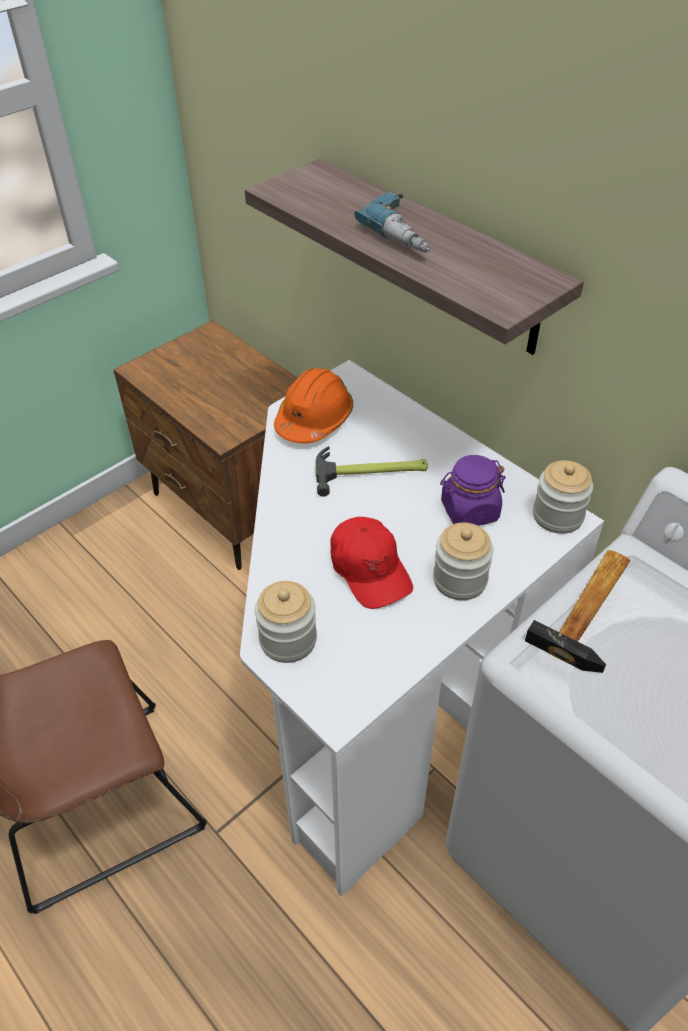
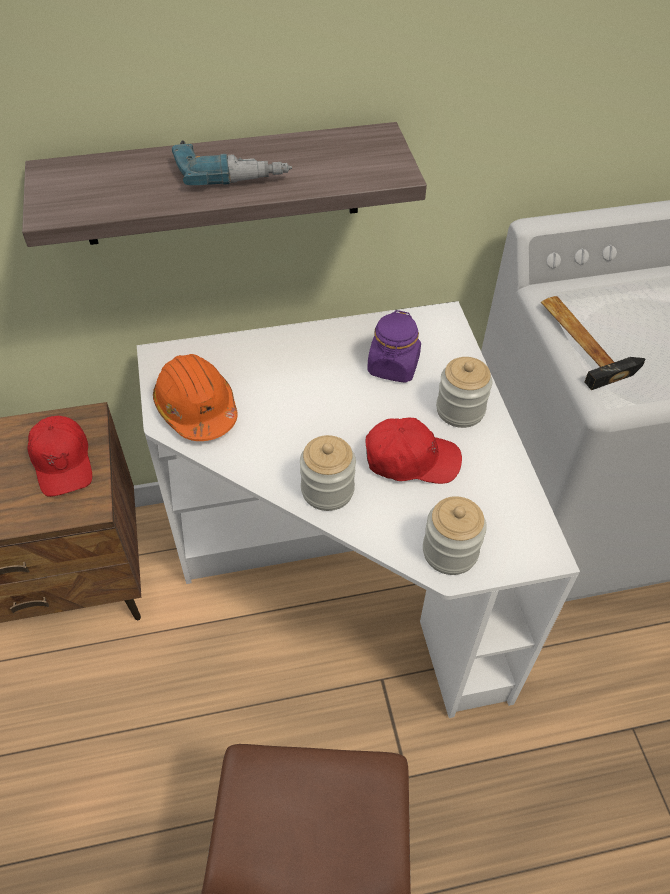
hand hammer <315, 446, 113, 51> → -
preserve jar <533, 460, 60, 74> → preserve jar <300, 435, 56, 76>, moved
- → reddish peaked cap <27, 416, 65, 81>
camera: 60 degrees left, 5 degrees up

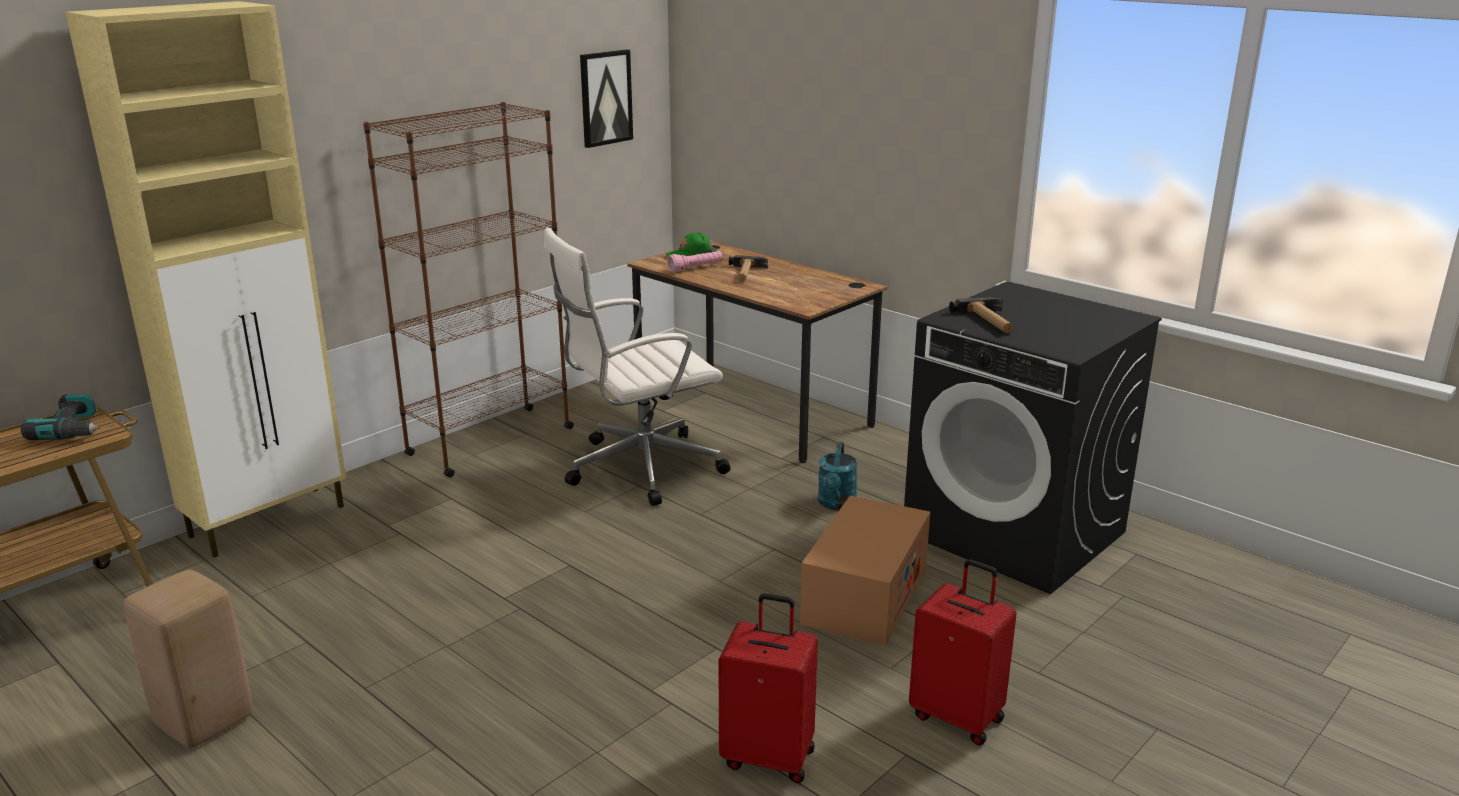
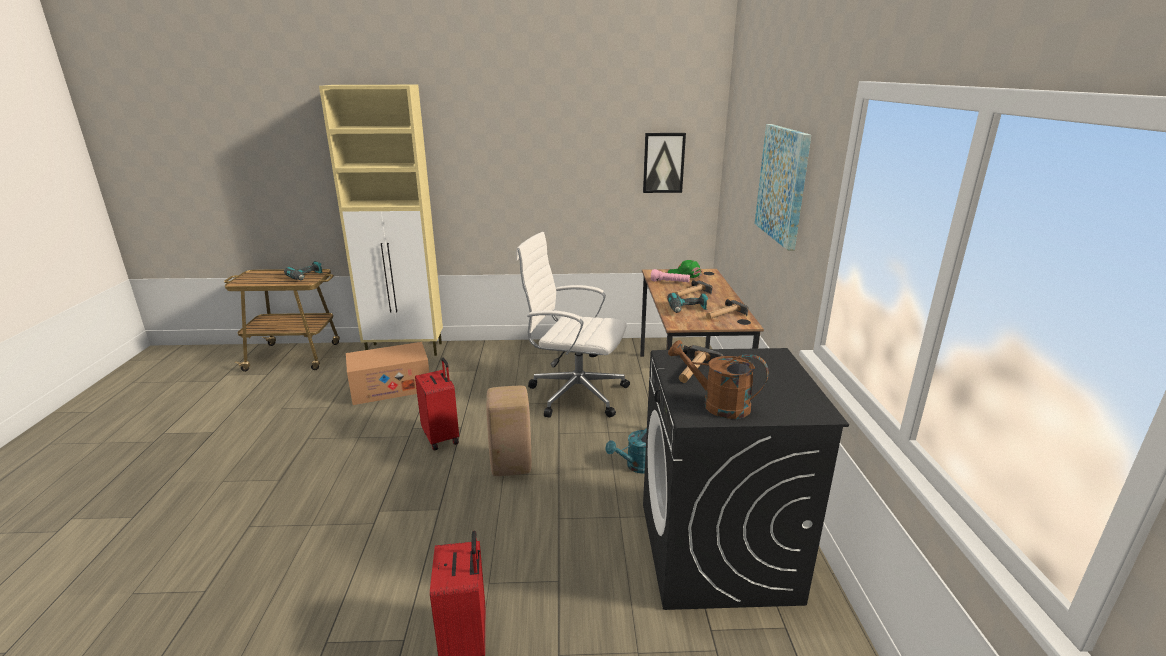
brown bookshelf <363, 102, 211, 375> → -
cardboard box <800, 496, 130, 150> → cardboard box <346, 342, 83, 63>, moved
beige sitting stool <124, 570, 129, 178> → beige sitting stool <486, 386, 45, 90>, moved
reddish suitcase <718, 593, 100, 190> → reddish suitcase <415, 358, 44, 92>, moved
- → wall picture <755, 124, 56, 127>
- → electric drill <667, 293, 41, 20>
- → hand hammer <706, 299, 43, 20>
- → brown watering can <668, 340, 101, 79>
camera: 45 degrees right, 0 degrees up

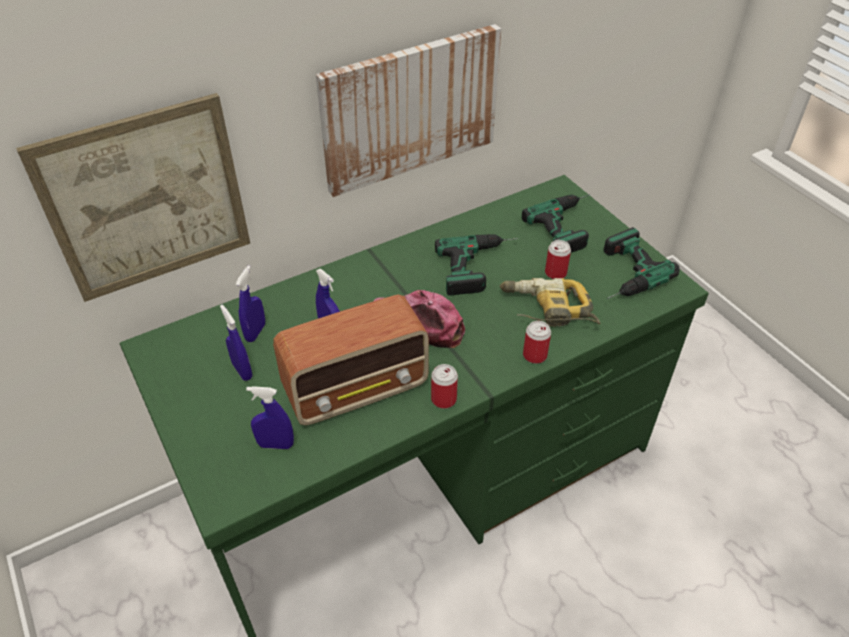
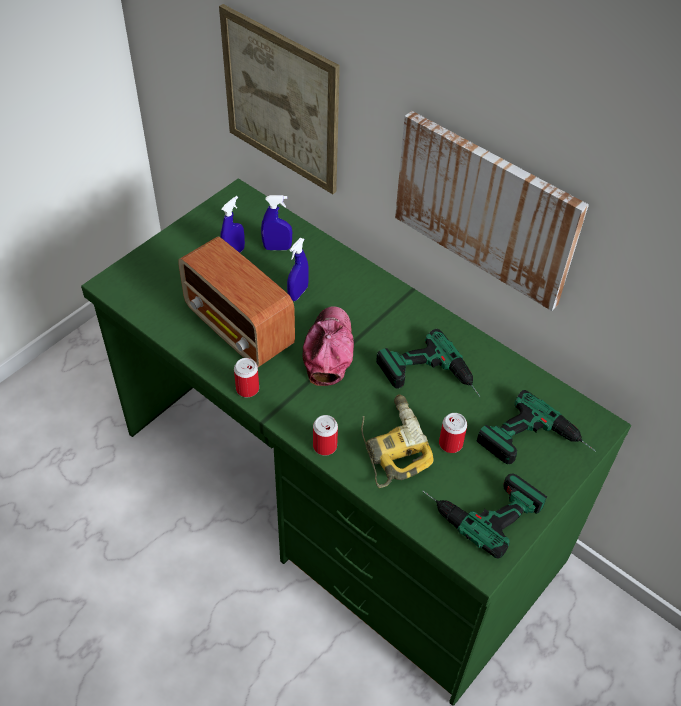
bluish sprayer <246, 386, 48, 63> → -
camera: 70 degrees right, 5 degrees up

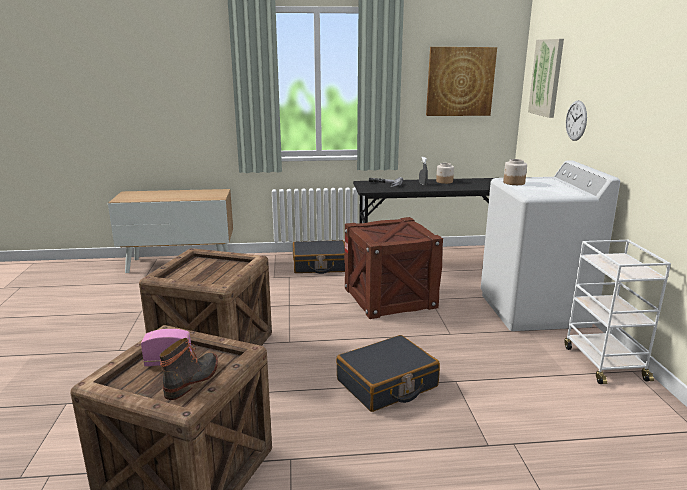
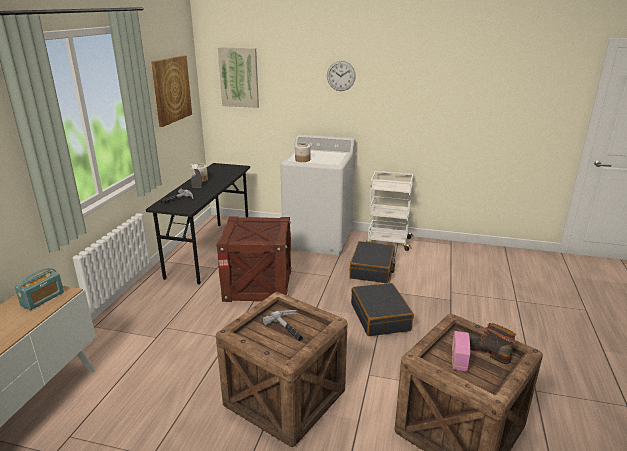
hanging clock <566, 100, 21, 41> → hanging clock <327, 61, 29, 30>, moved
blackish suitcase <293, 240, 52, 34> → blackish suitcase <349, 241, 46, 42>, moved
- → radio receiver <15, 268, 49, 42>
- → hand hammer <262, 310, 41, 31>
camera: 70 degrees left, 5 degrees up

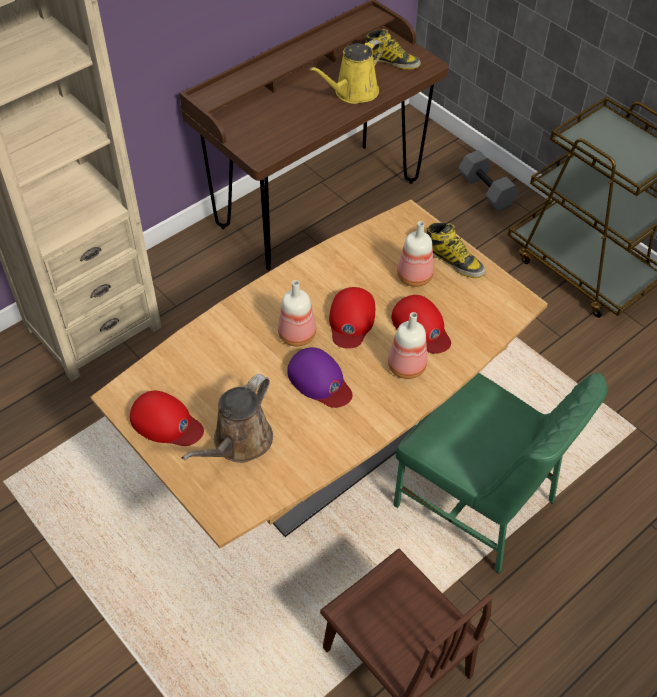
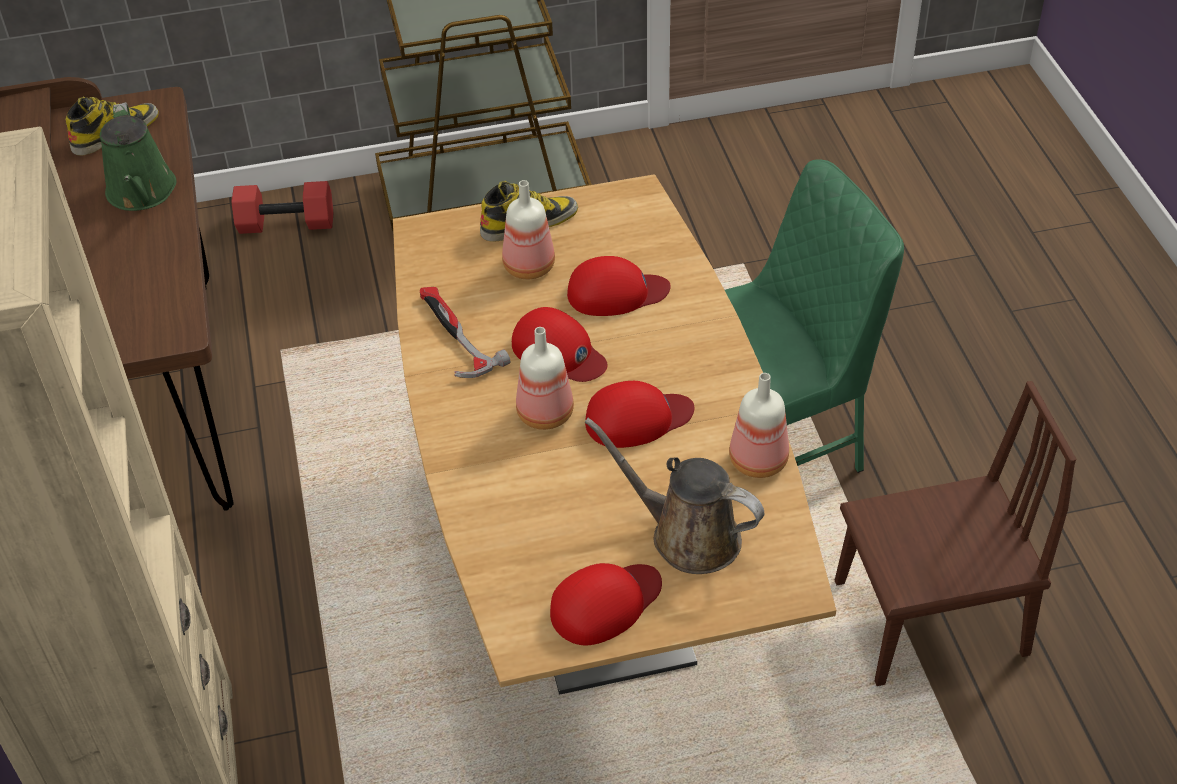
yellowish watering can <309, 40, 75, 64> → green watering can <100, 102, 76, 109>
greyish free weight <459, 150, 60, 61> → reddish free weight <231, 181, 102, 53>
drink bottle <388, 312, 39, 67> → drink bottle <729, 373, 60, 105>, moved
purple-coloured peaked cap <287, 347, 65, 61> → reddish peaked cap <585, 381, 109, 67>
brown watering can <182, 374, 91, 89> → brown watering can <585, 418, 179, 156>, 150 degrees clockwise
- → hand hammer <420, 287, 90, 91>
camera: 60 degrees left, 5 degrees down

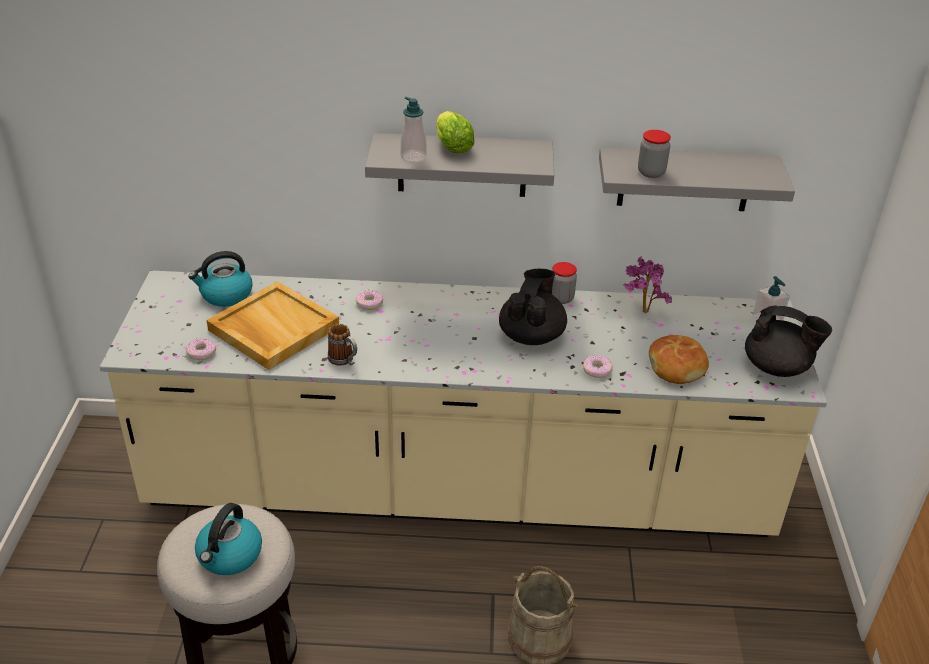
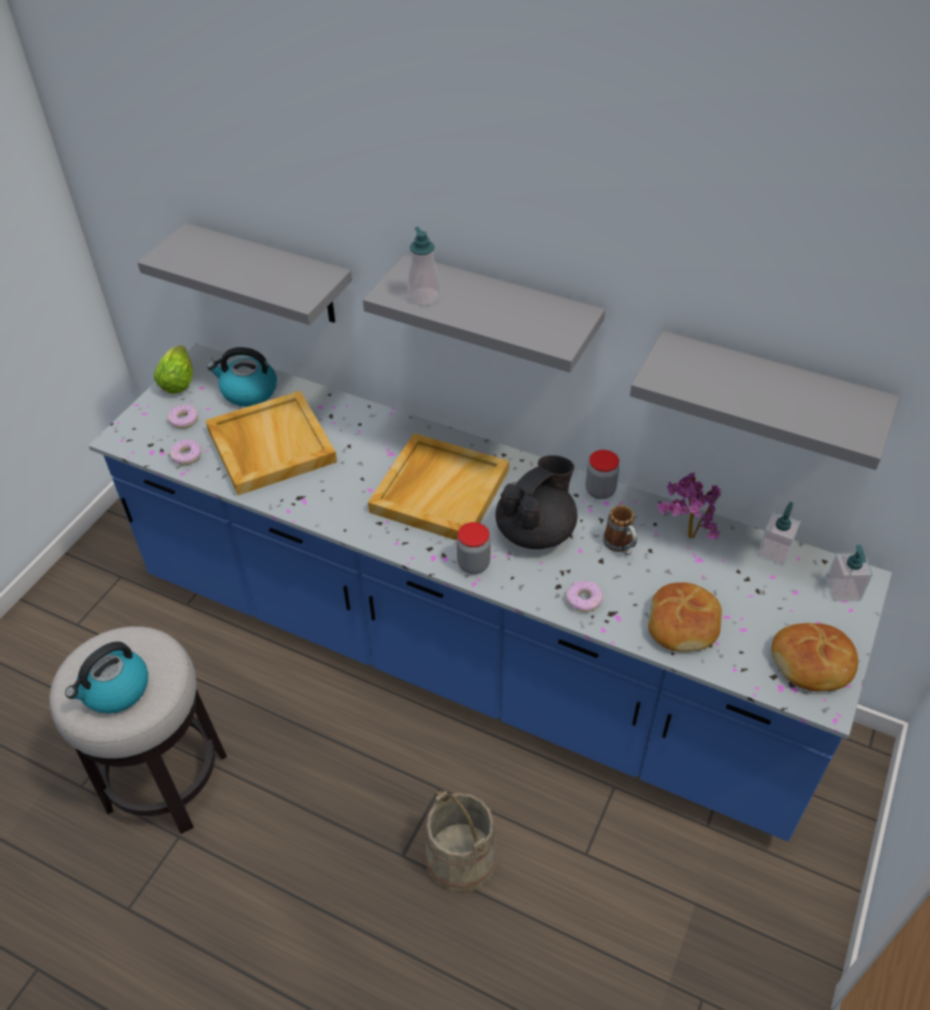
lettuce <436, 111, 38, 42> → lettuce <154, 345, 39, 49>, moved
preserve jar <638, 130, 33, 48> → preserve jar <457, 522, 34, 52>, moved
beige kitchen counter <100, 270, 727, 267> → bluish kitchen counter <88, 344, 804, 498>
donut <356, 290, 27, 20> → donut <167, 404, 31, 25>, moved
blackish tea pot <745, 305, 87, 72> → bakery bread <772, 623, 86, 68>
coffee mug <328, 324, 29, 42> → coffee mug <603, 505, 34, 50>, moved
- → greyish shelf <137, 223, 215, 102>
- → beige carrying tray <368, 433, 141, 108>
- → soap bottle <757, 502, 44, 64>
camera: 25 degrees right, 10 degrees up

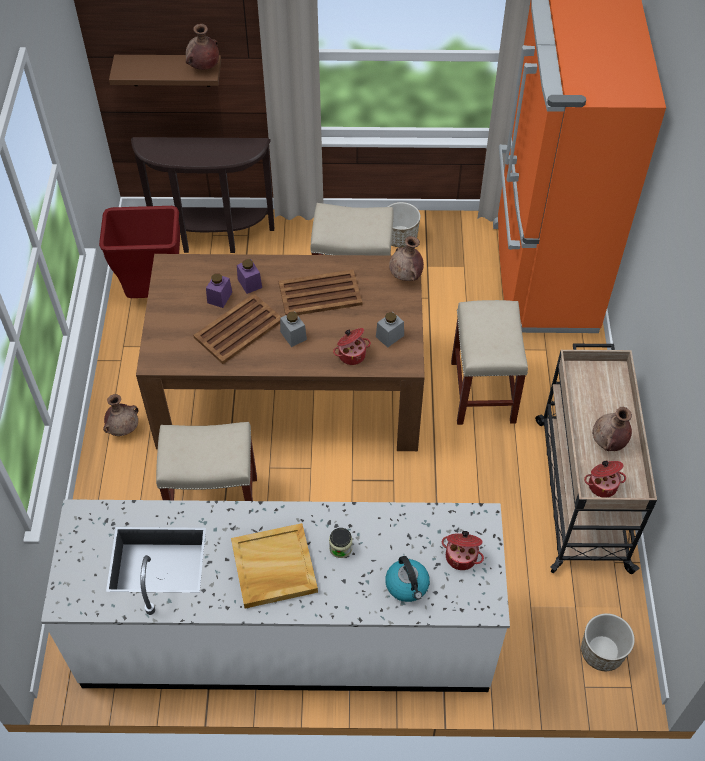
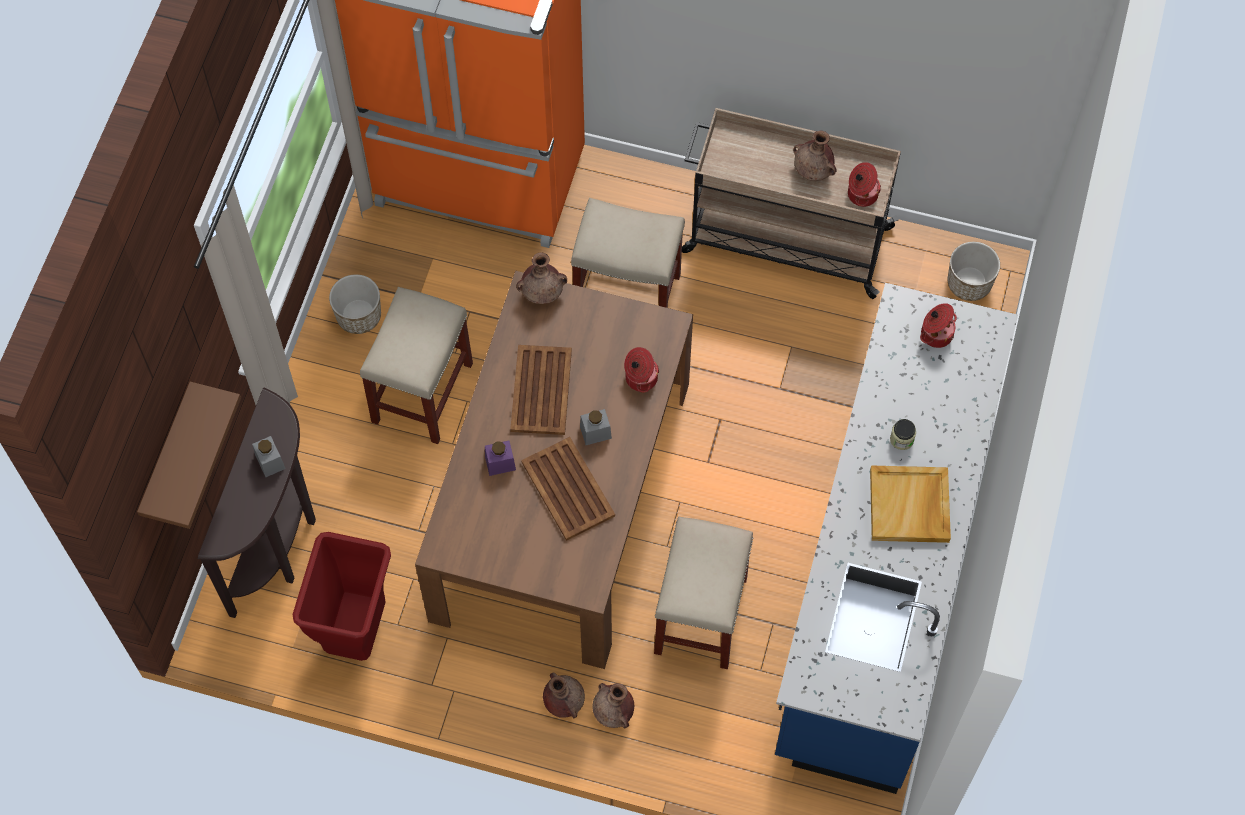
brown vase <186, 24, 33, 46> → brown vase <593, 683, 41, 45>, moved
purple-coloured preserve jar <206, 273, 26, 35> → -
greyish preserve jar <376, 312, 28, 35> → greyish preserve jar <252, 436, 34, 41>, moved
whitish kitchen counter <41, 499, 469, 193> → bluish kitchen counter <775, 283, 243, 511>
water kettle <385, 556, 45, 46> → -
camera: 75 degrees left, 10 degrees up

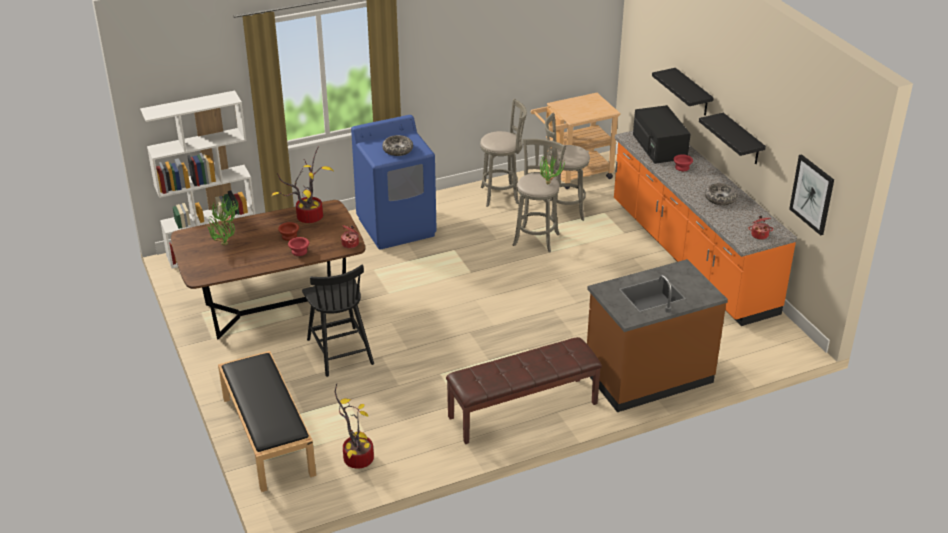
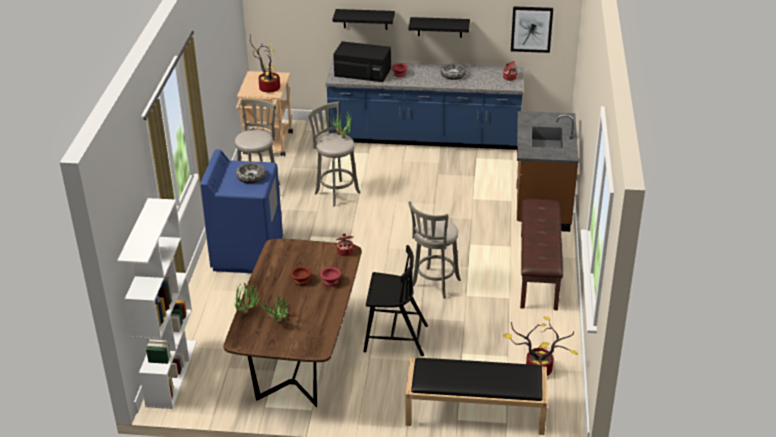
greyish sitting stool <545, 113, 45, 108> → greyish sitting stool <409, 201, 52, 98>, moved
orange-coloured kitchen counter <614, 131, 183, 195> → bluish kitchen counter <325, 60, 198, 90>
houseplant <271, 148, 63, 75> → houseplant <250, 34, 30, 59>, moved
camera: 60 degrees left, 0 degrees up

